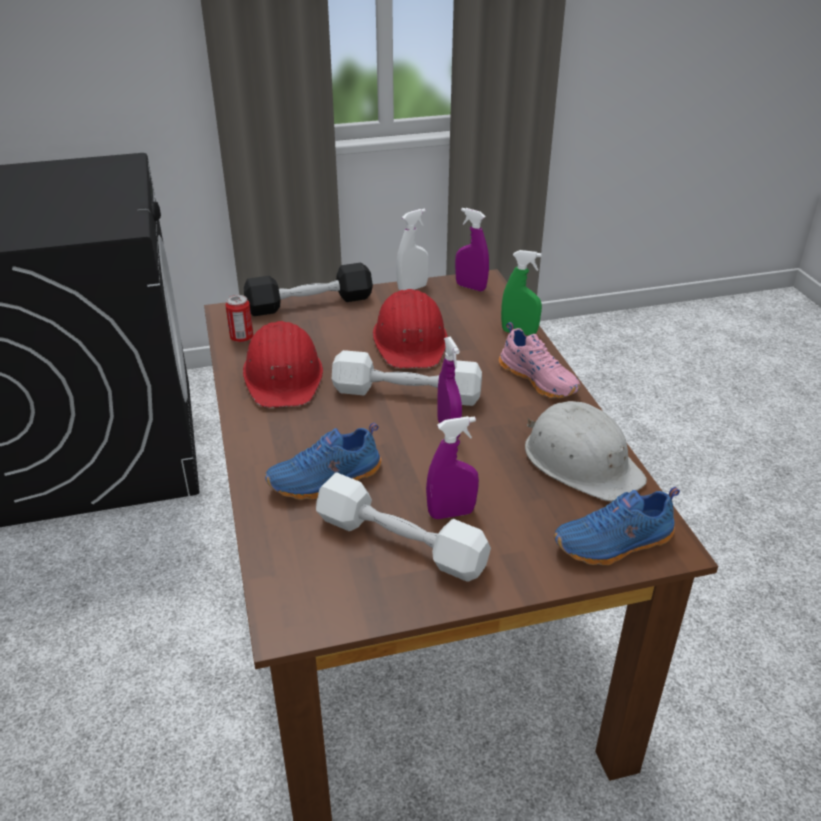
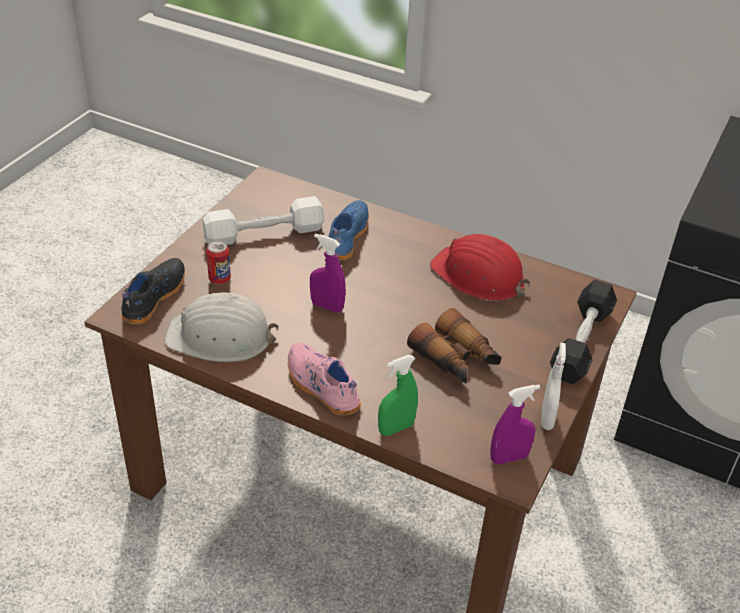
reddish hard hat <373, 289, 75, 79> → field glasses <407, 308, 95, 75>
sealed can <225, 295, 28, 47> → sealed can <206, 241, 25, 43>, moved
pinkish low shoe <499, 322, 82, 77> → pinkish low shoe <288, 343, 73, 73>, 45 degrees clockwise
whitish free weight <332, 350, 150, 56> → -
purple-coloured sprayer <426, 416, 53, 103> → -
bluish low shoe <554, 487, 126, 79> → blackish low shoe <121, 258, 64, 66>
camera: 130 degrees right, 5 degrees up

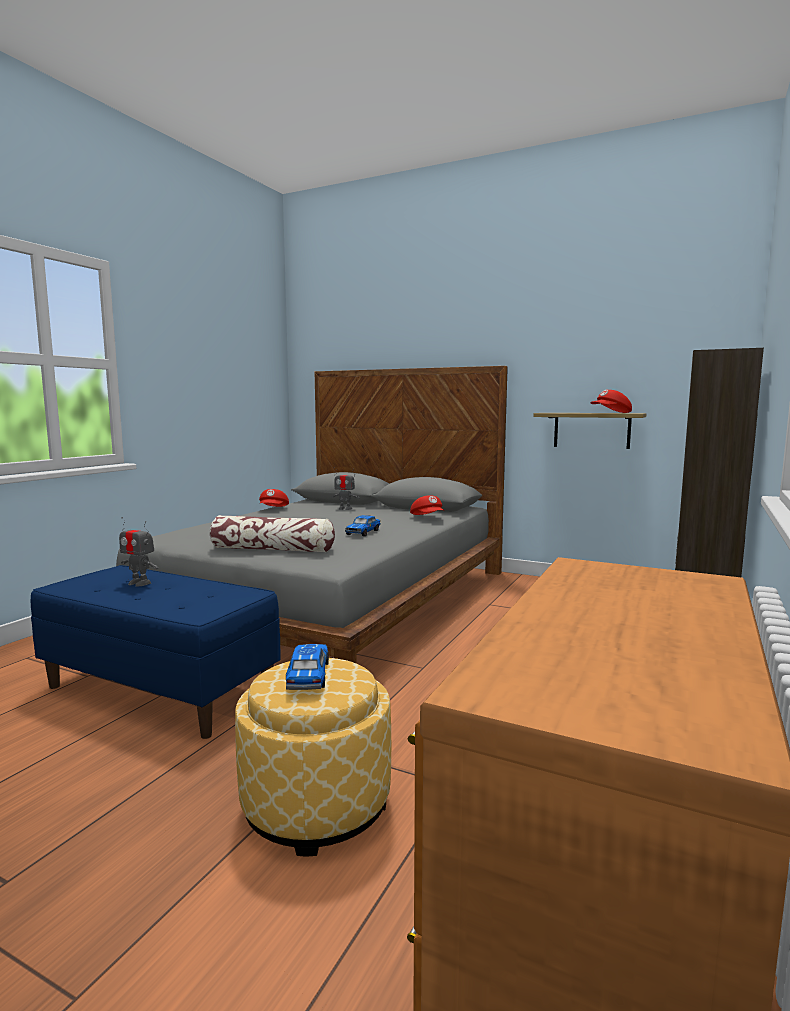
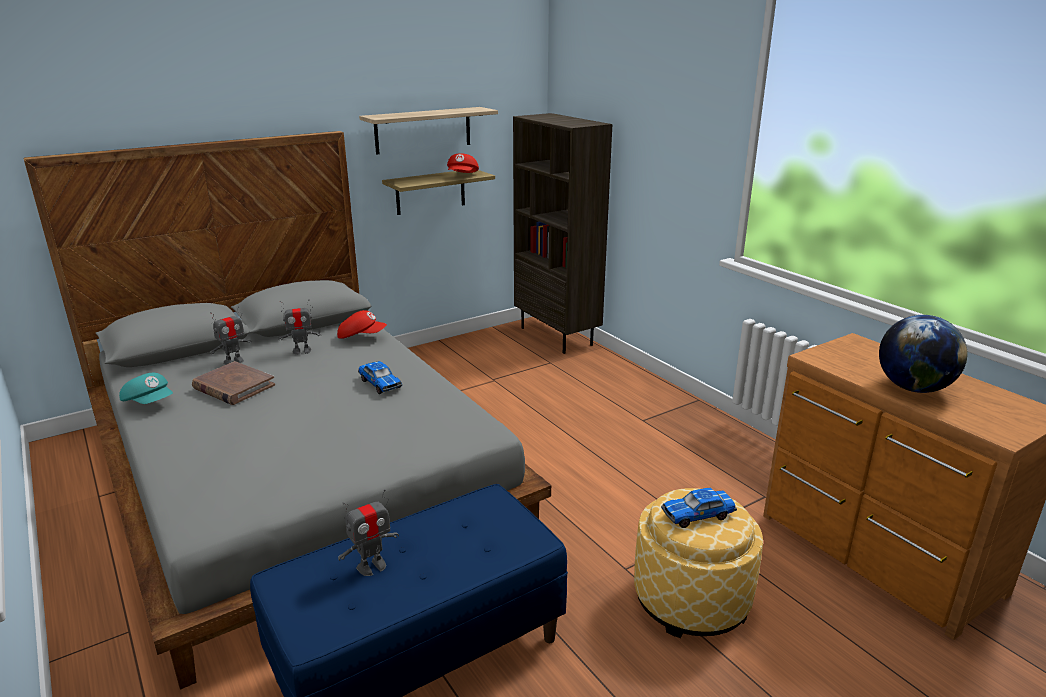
reddish peaked cap <259, 489, 30, 18> → turquoise-coloured peaked cap <119, 373, 54, 31>
pillow <210, 515, 125, 38> → -
toy car <286, 644, 43, 46> → toy car <661, 488, 76, 40>, 45 degrees counterclockwise
- → shelf <359, 107, 139, 48>
- → robot figure <279, 301, 42, 54>
- → world globe <879, 315, 89, 78>
- → brown bound book <192, 361, 83, 44>
camera: 60 degrees left, 15 degrees up

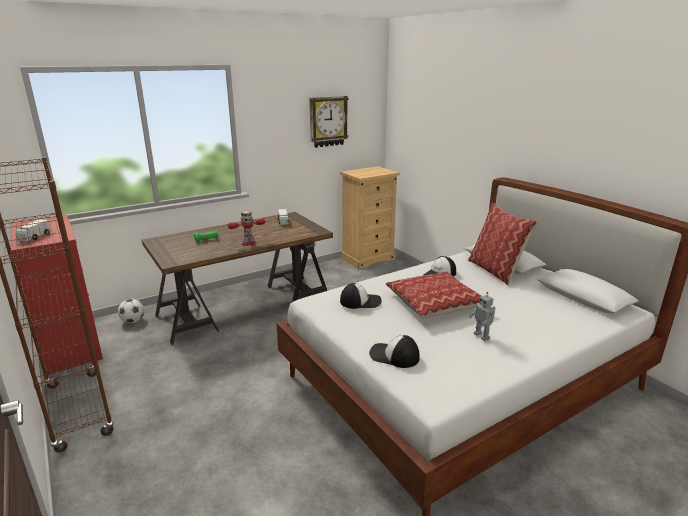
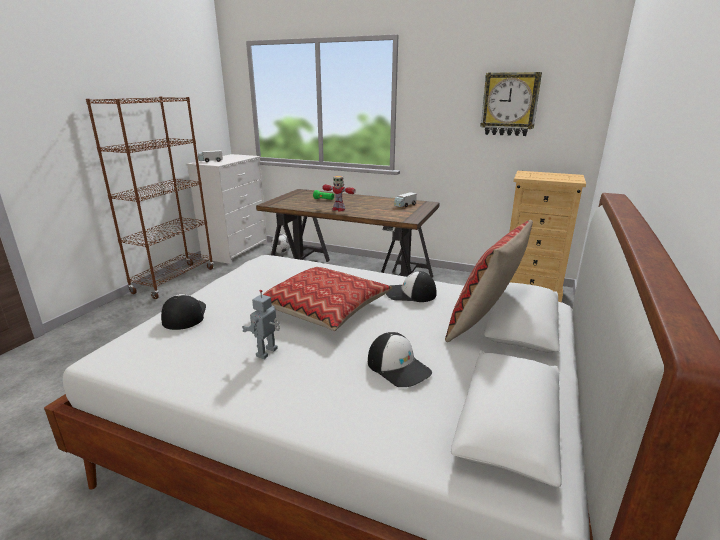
reddish dresser <11, 214, 92, 161> → whitish dresser <187, 154, 80, 110>
peaked cap <340, 283, 42, 26> → peaked cap <368, 332, 64, 55>, moved
camera: 55 degrees right, 0 degrees up

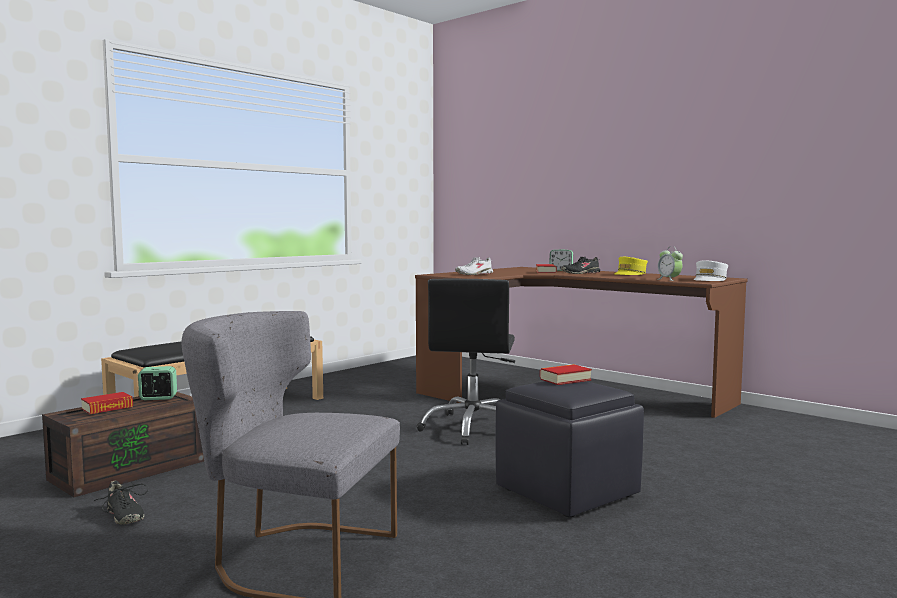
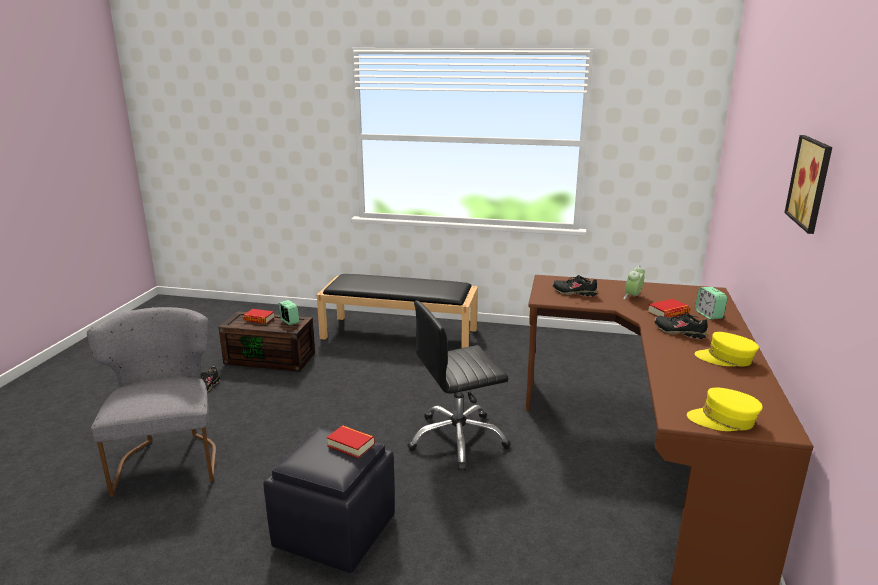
table clock <658, 246, 25, 35> → table clock <623, 265, 22, 34>, moved
whitish low shoe <455, 257, 38, 18> → blackish low shoe <552, 275, 46, 22>
whitish peaked cap <694, 260, 34, 21> → yellowish peaked cap <687, 388, 76, 43>
- → wall picture <784, 135, 48, 99>
camera: 60 degrees right, 15 degrees up

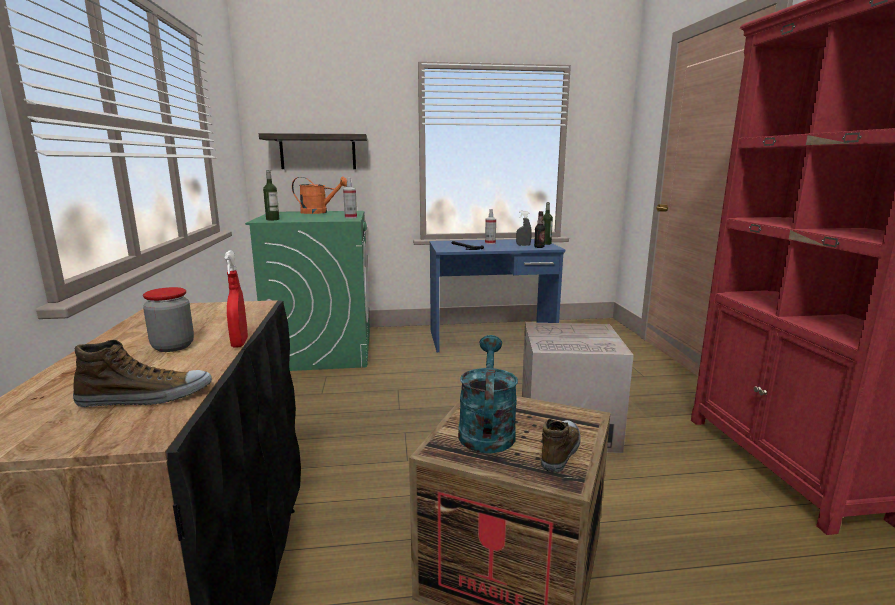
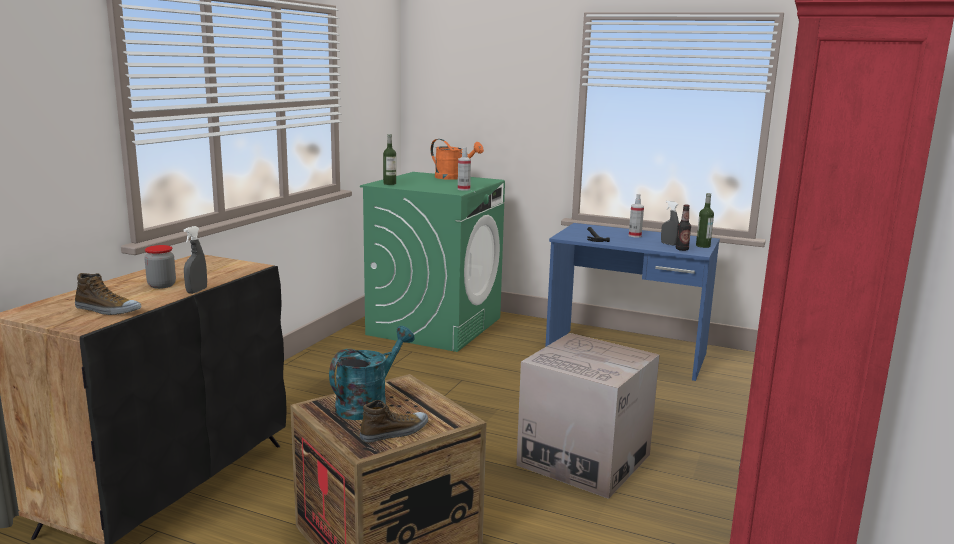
shelf <259, 133, 108, 36> → -
reddish sprayer <224, 250, 24, 98> → greyish sprayer <184, 226, 23, 68>
camera: 30 degrees right, 0 degrees up

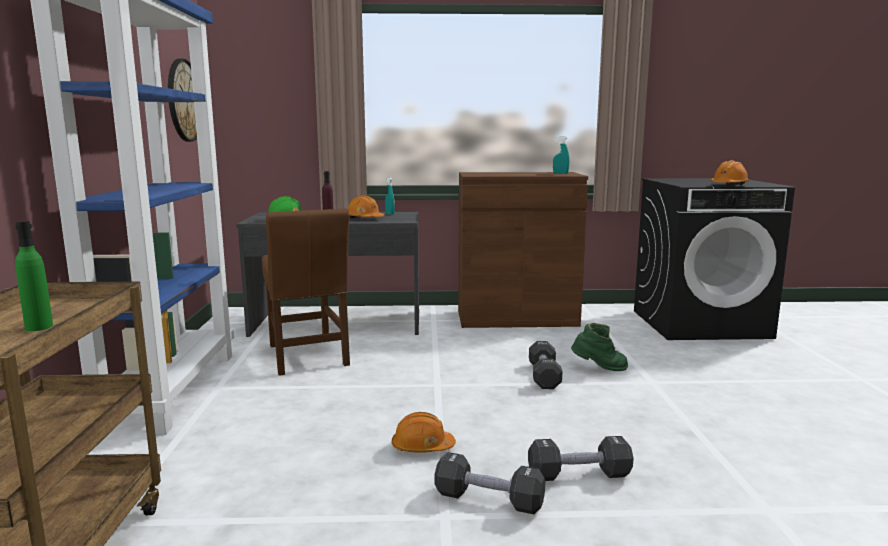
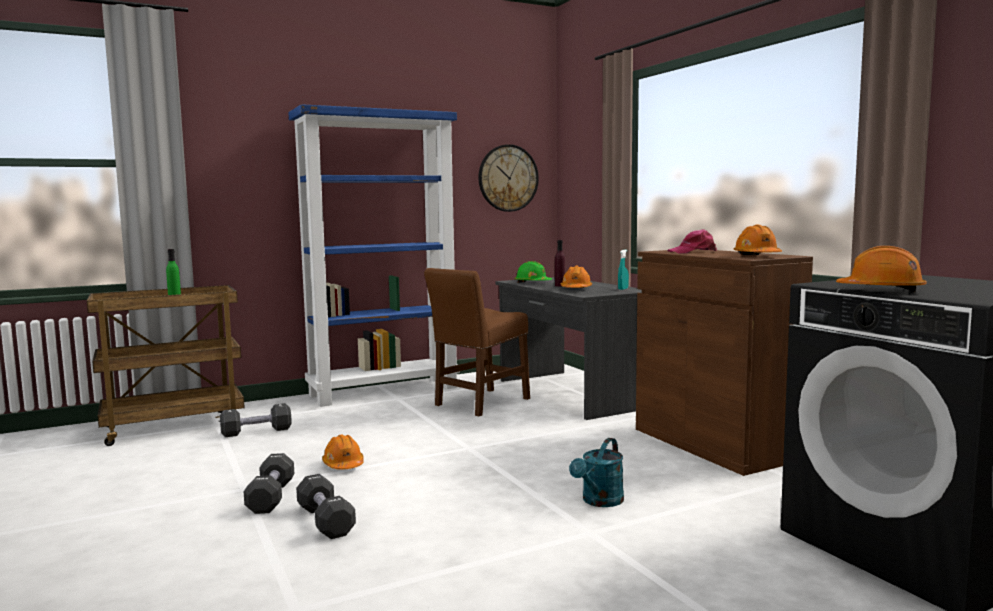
turquoise-coloured sprayer <553, 136, 16, 38> → orange-coloured hard hat <733, 225, 49, 30>
green high-top boot <571, 323, 57, 48> → turquoise-coloured watering can <569, 438, 55, 69>
blackish free weight <529, 341, 34, 48> → blackish free weight <220, 403, 72, 34>, moved
- → pinkish peaked cap <667, 229, 50, 25>
camera: 65 degrees right, 5 degrees down

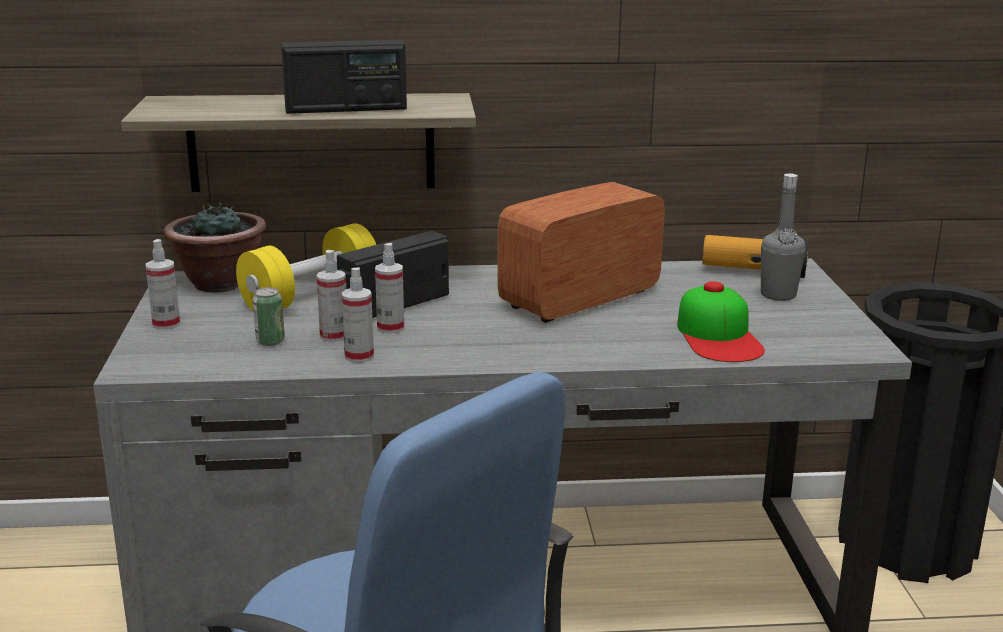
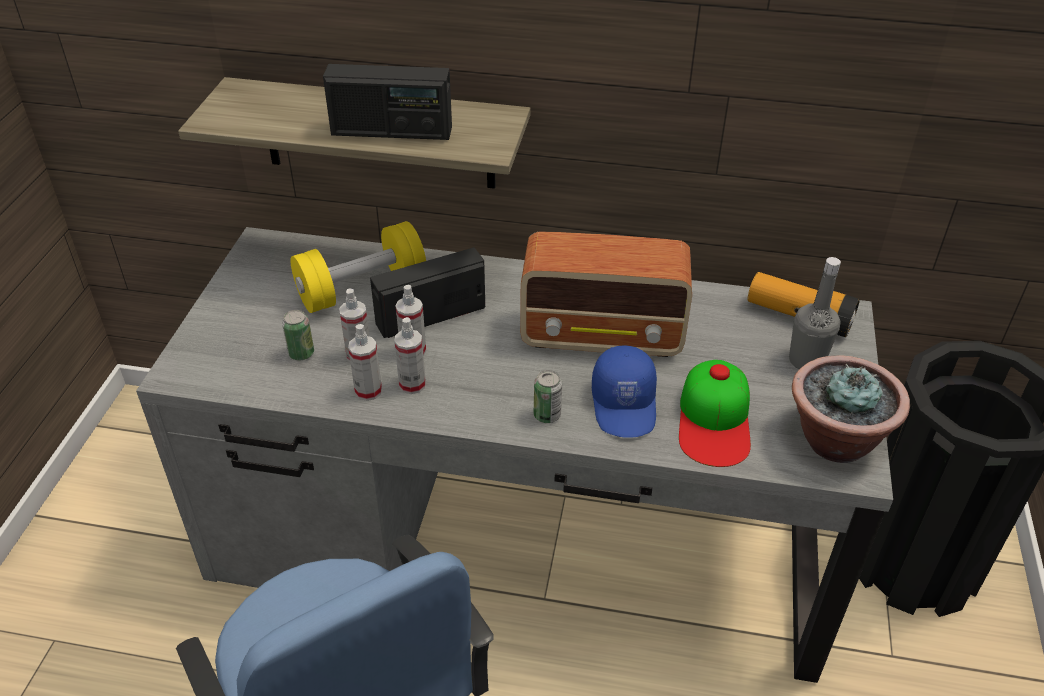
radio receiver <497, 182, 168, 141> → radio receiver <520, 232, 172, 125>, 150 degrees counterclockwise
houseplant <164, 202, 102, 91> → houseplant <792, 355, 118, 108>, moved
sprayer <146, 239, 34, 91> → sprayer <394, 317, 32, 77>, moved
- → bluish peaked cap <592, 345, 65, 93>
- → sealed can <534, 370, 28, 53>
camera: 15 degrees right, 20 degrees up

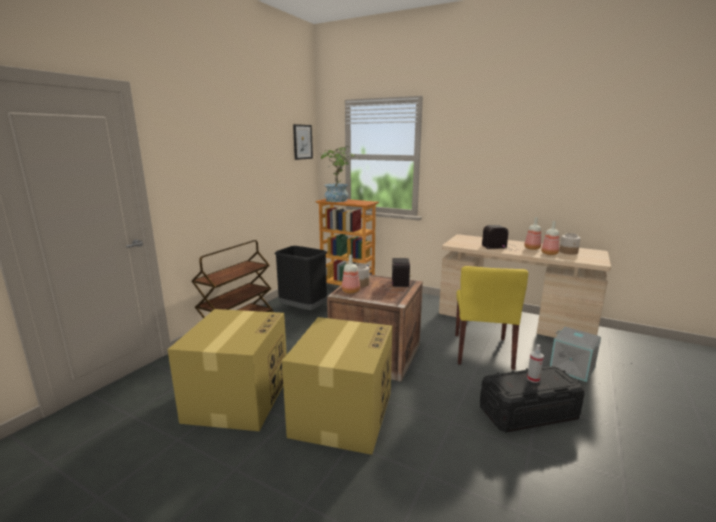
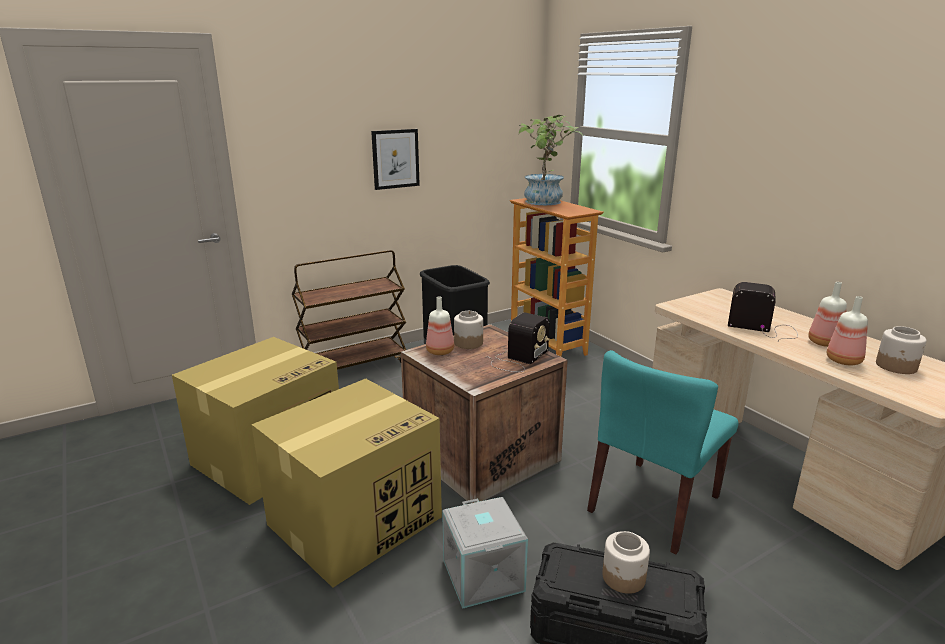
wall picture <293, 124, 20, 36> → wall picture <371, 129, 49, 61>, moved
yellowish chair <455, 266, 73, 104> → turquoise-coloured chair <587, 350, 151, 204>
greyish storage bin <550, 327, 51, 55> → greyish storage bin <442, 497, 86, 112>, moved
sprayer <527, 344, 17, 39> → preserve jar <602, 531, 48, 63>
camera: 30 degrees right, 5 degrees up

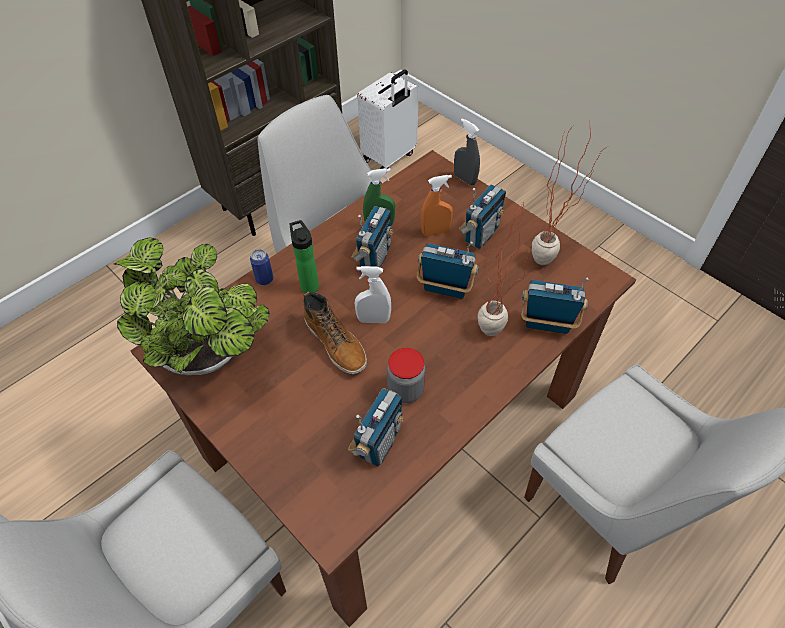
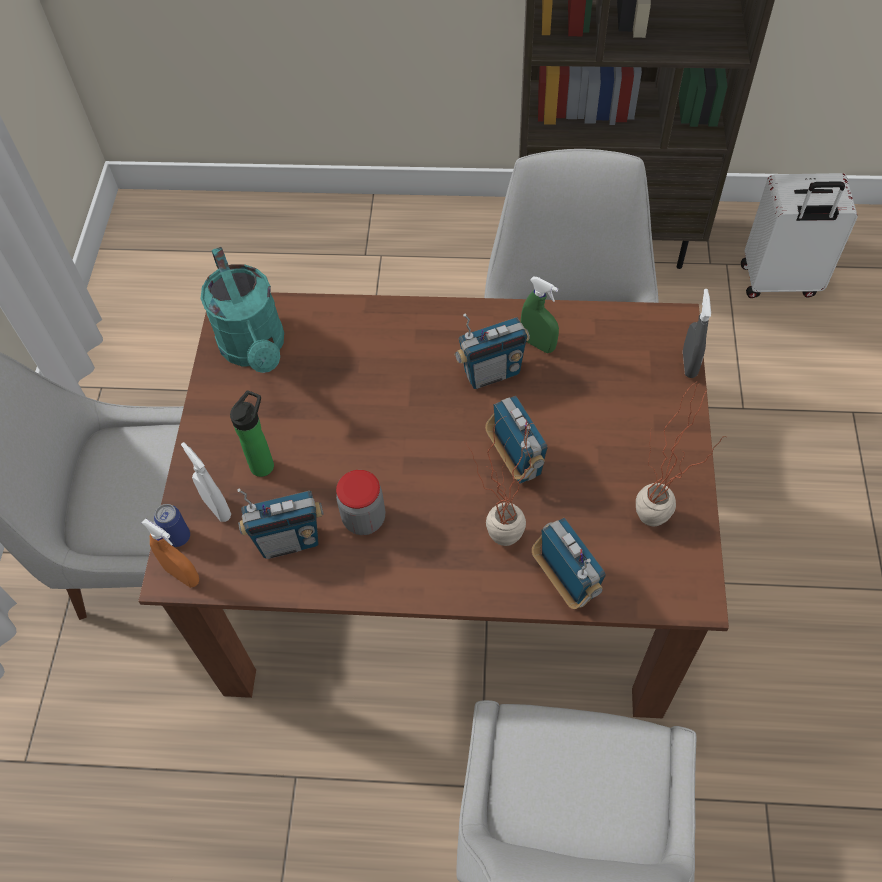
orange-coloured sprayer <421, 175, 32, 61> → orange-coloured sprayer <142, 518, 57, 70>, moved
radio receiver <459, 184, 47, 65> → -
drink bottle <290, 220, 29, 73> → drink bottle <230, 391, 44, 86>, moved
houseplant <114, 237, 156, 138> → turquoise-coloured watering can <201, 247, 83, 126>
sealed can <250, 249, 23, 36> → sealed can <154, 504, 36, 43>, moved
whitish sprayer <355, 266, 36, 57> → whitish sprayer <181, 442, 50, 80>, moved
high-top boot <303, 292, 64, 82> → -
camera: 50 degrees right, 5 degrees up

